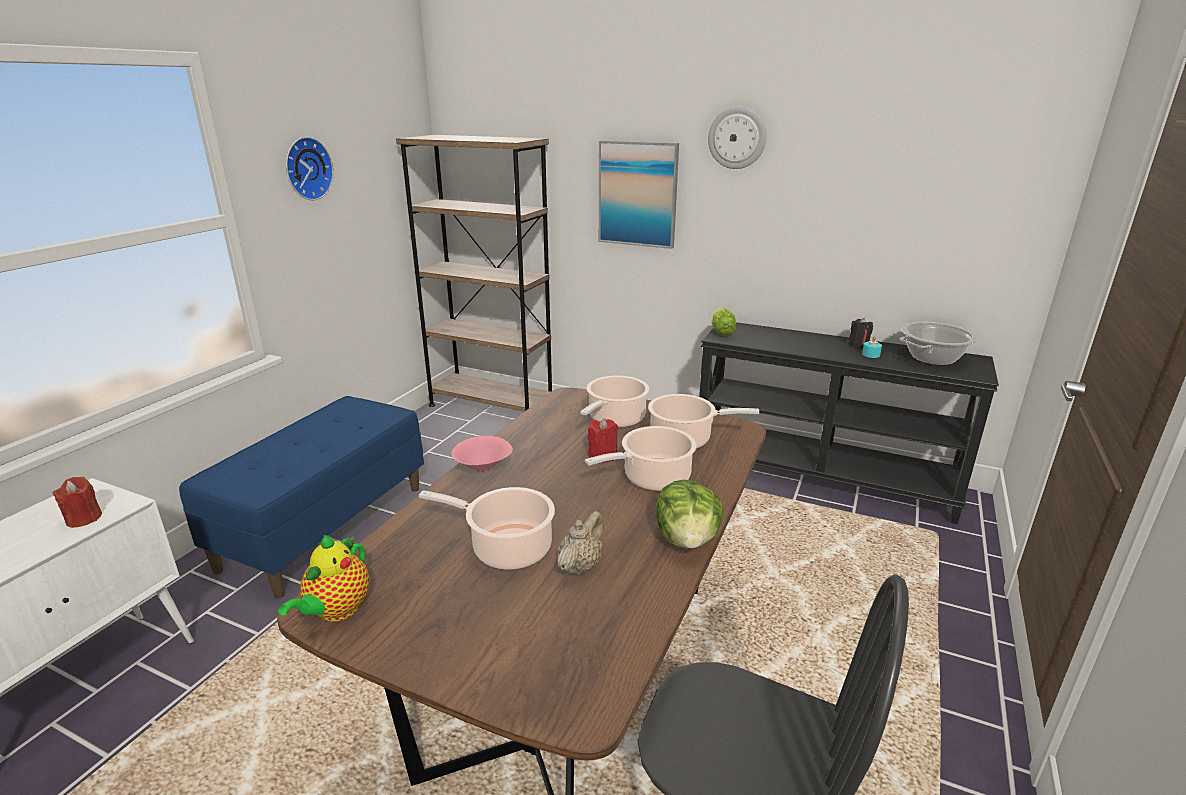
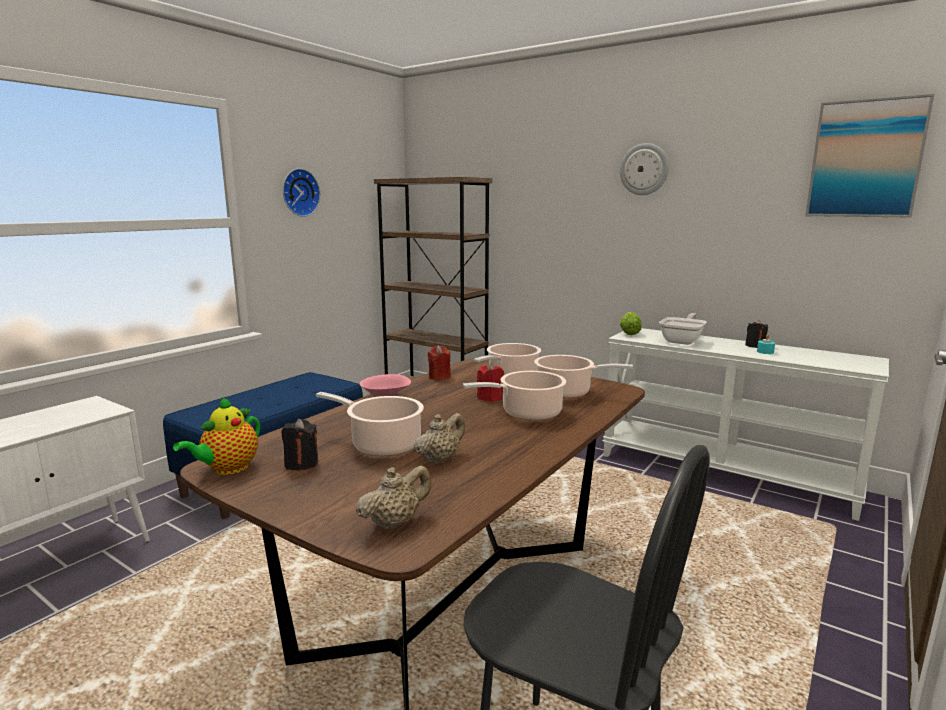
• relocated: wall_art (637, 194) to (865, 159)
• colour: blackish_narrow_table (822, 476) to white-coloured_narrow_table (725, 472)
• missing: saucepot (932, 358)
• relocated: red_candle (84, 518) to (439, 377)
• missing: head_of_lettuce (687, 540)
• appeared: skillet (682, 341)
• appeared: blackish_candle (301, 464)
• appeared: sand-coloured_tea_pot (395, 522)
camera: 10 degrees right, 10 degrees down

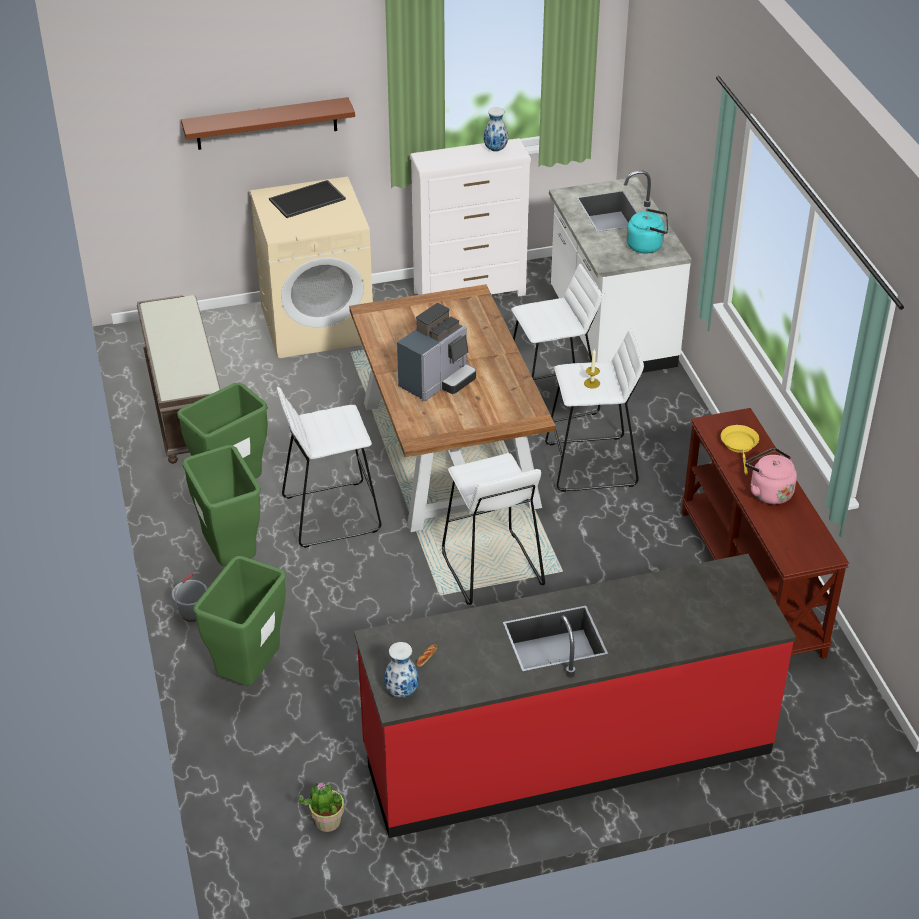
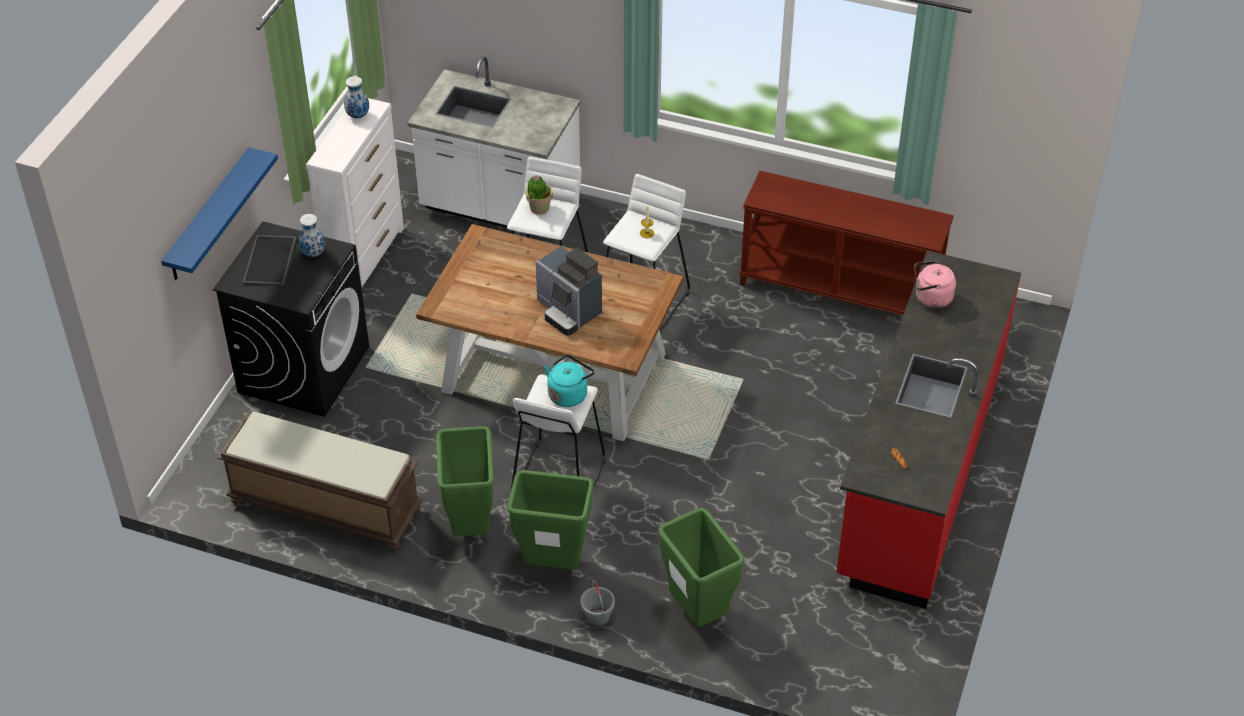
• colour: brown-coloured_wall_shelf (266, 123) to blue-coloured_wall_shelf (208, 216)
• colour: sand-coloured_laundry_appliance (317, 324) to blackish_laundry_appliance (304, 369)
• relocated: turquoise-coloured_kettle (647, 245) to (569, 394)
• spun: coffee_machine (437, 381) = (568, 311) 150 degrees clockwise
• missing: yellow-coloured_skillet (739, 446)
• relocated: pink-coloured_kettle (768, 492) to (931, 298)
• missing: white-coloured_stool_seat (491, 569)
• relocated: vase (402, 692) to (314, 253)
• relocated: potted_plant (327, 821) to (539, 208)
camera: 55 degrees left, 5 degrees up

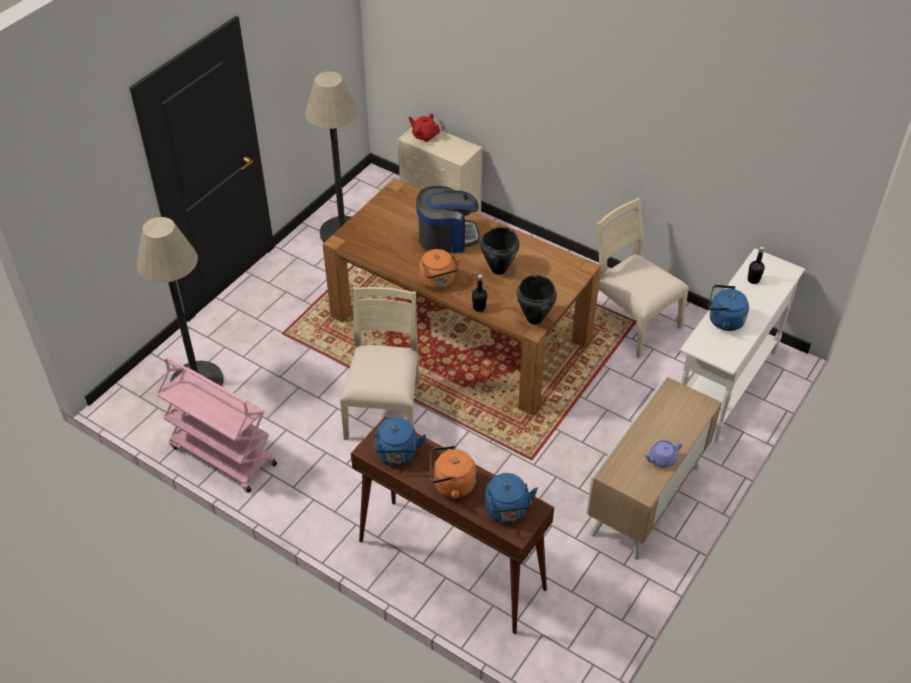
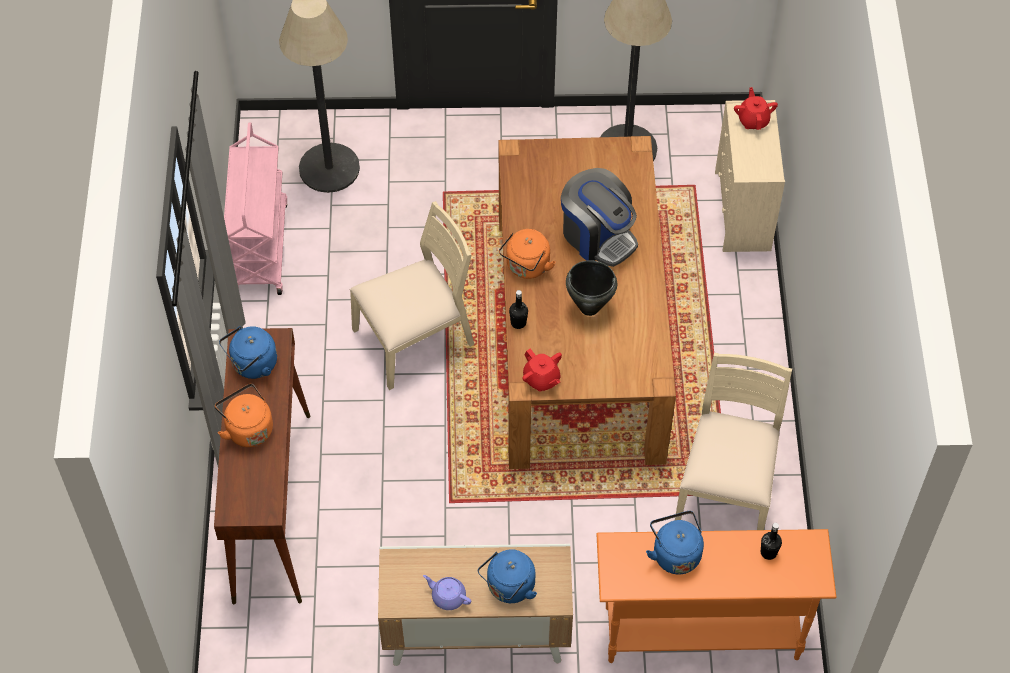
• colour: white-coloured_narrow_table (724, 386) to orange_narrow_table (700, 632)
• exchanged: blackish_saucepot (534, 319) to red_tea_pot (541, 379)
• relocated: blue-coloured_kettle (507, 511) to (509, 588)
camera: 55 degrees right, 10 degrees up

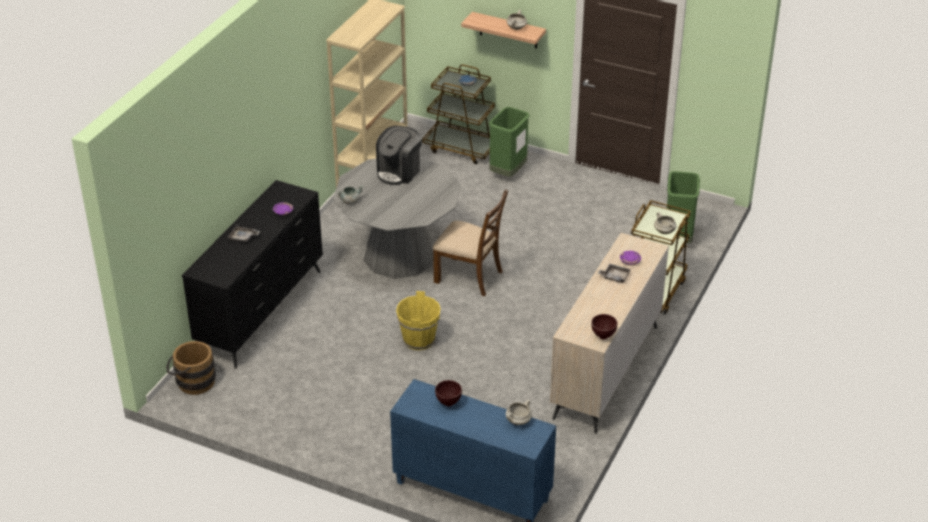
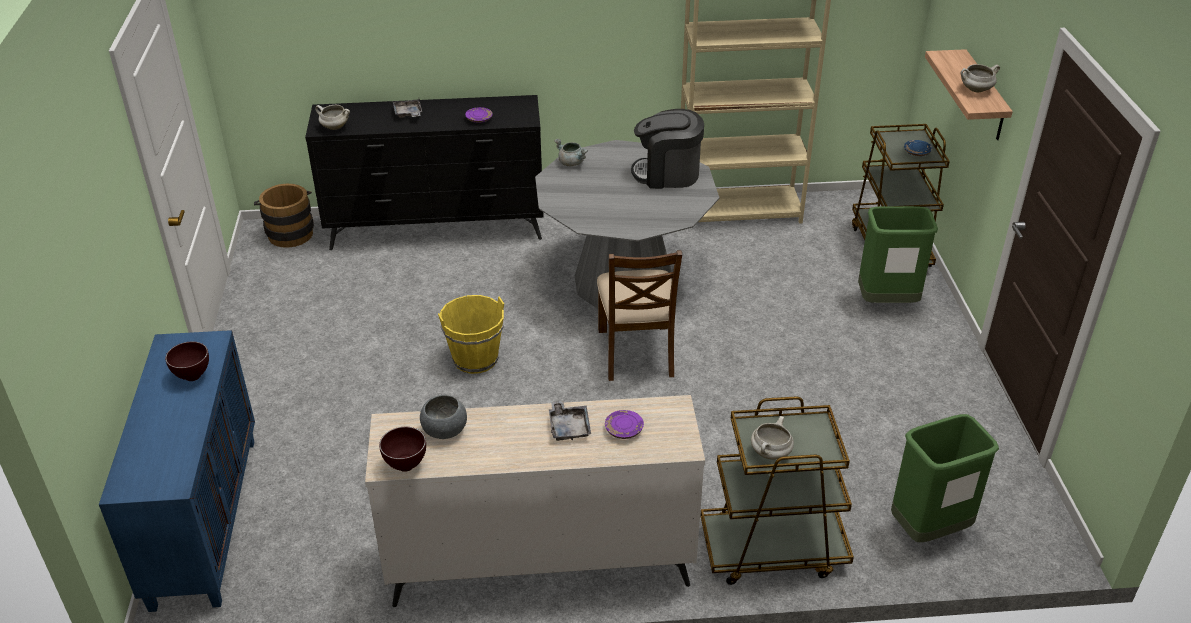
• relocated: white-coloured_saucepot (518, 421) to (334, 127)
• appeared: greyish_bowl (444, 430)
camera: 60 degrees right, 0 degrees up

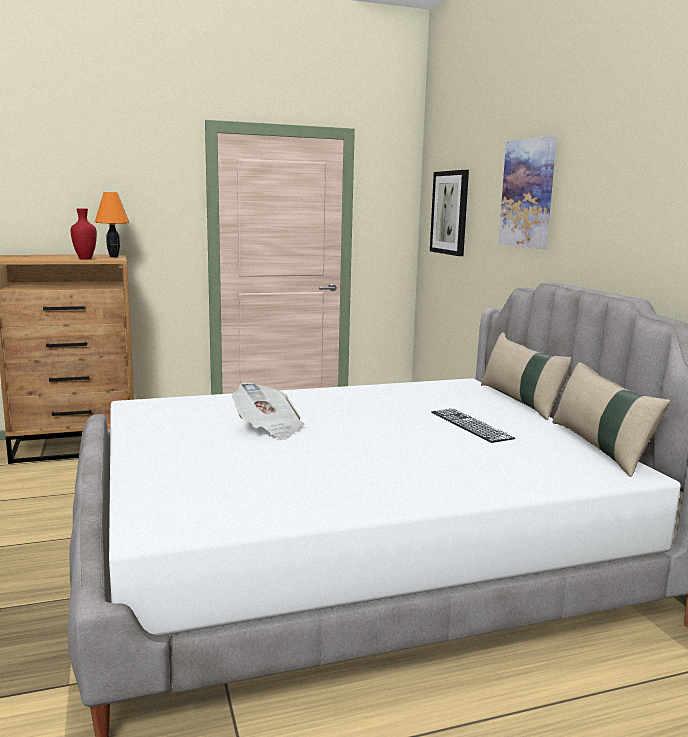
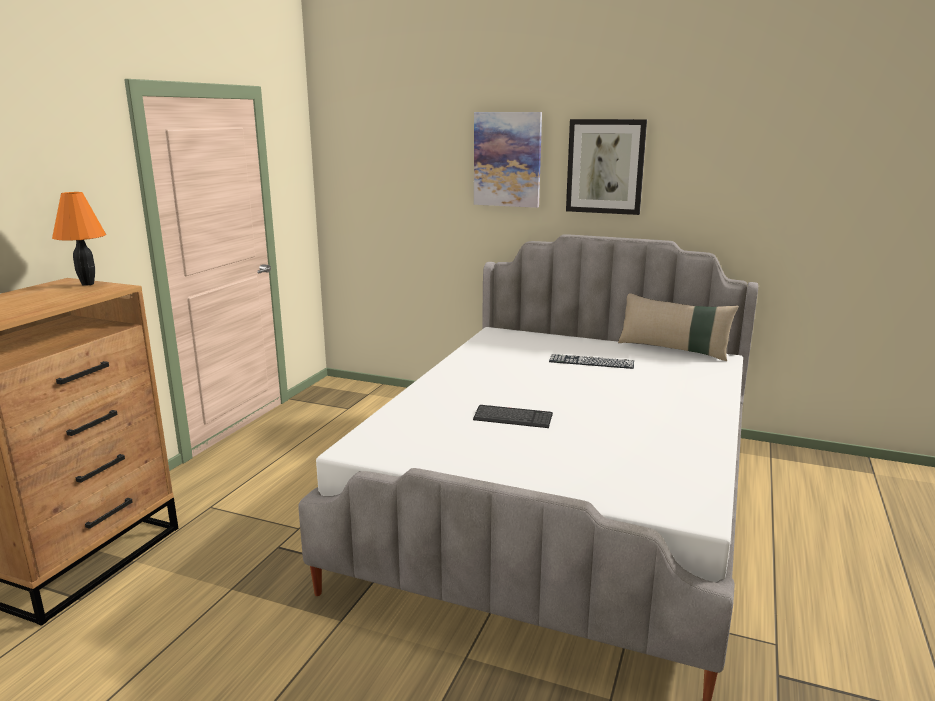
• relocated: wall_art (450, 212) to (605, 166)
• missing: red_vase (85, 259)
• missing: sand-coloured_throw_pillow (521, 401)
• exchanged: newspaper (268, 429) to keyboard (513, 418)
camera: 50 degrees left, 5 degrees up

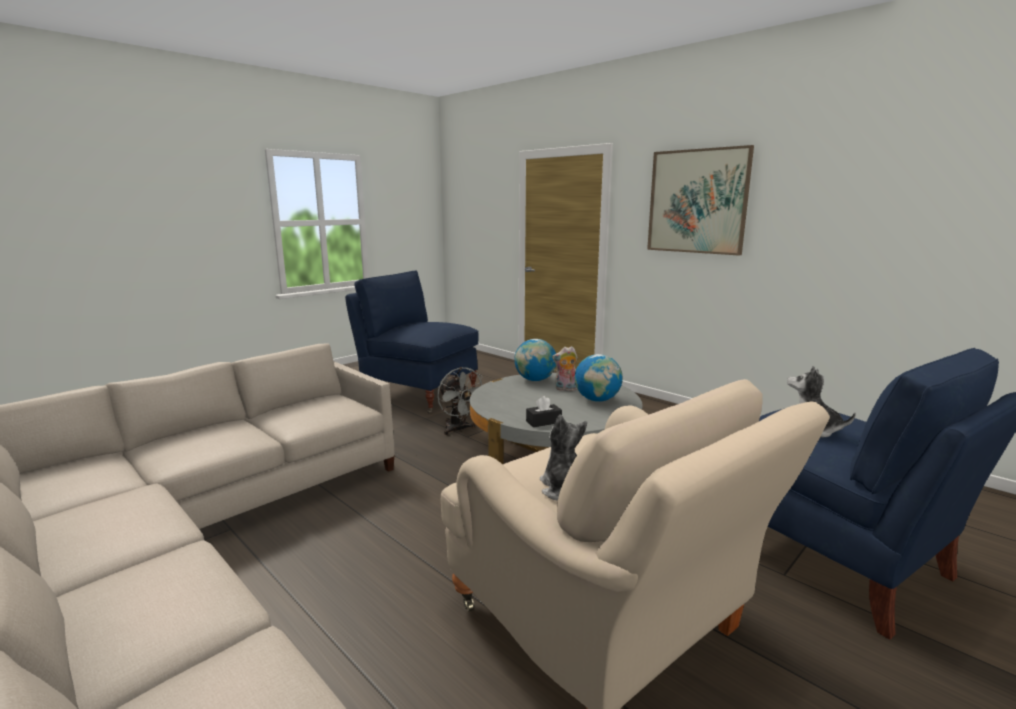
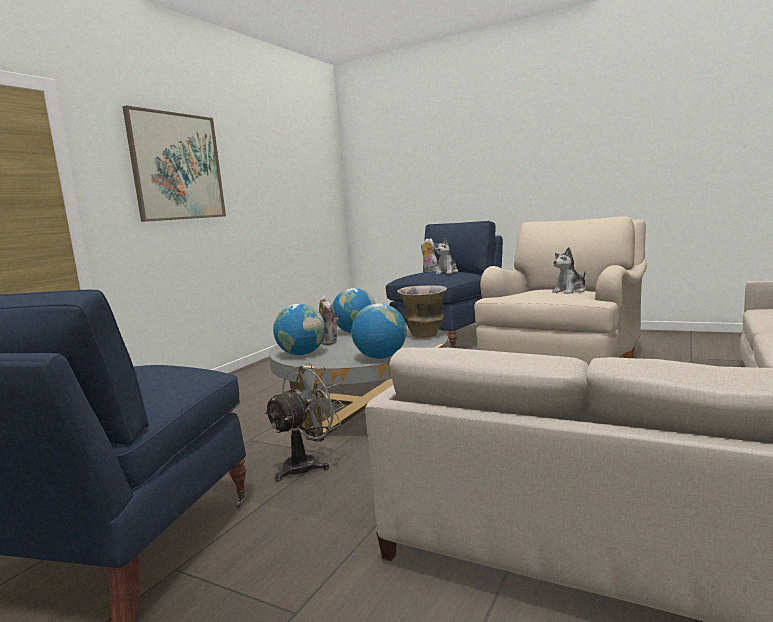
• exchanged: blackish_box_of_tissues (543, 422) to vase (425, 335)
• appeared: plush_toy (429, 271)
• appeared: world_globe (381, 357)
camera: 105 degrees left, 5 degrees down

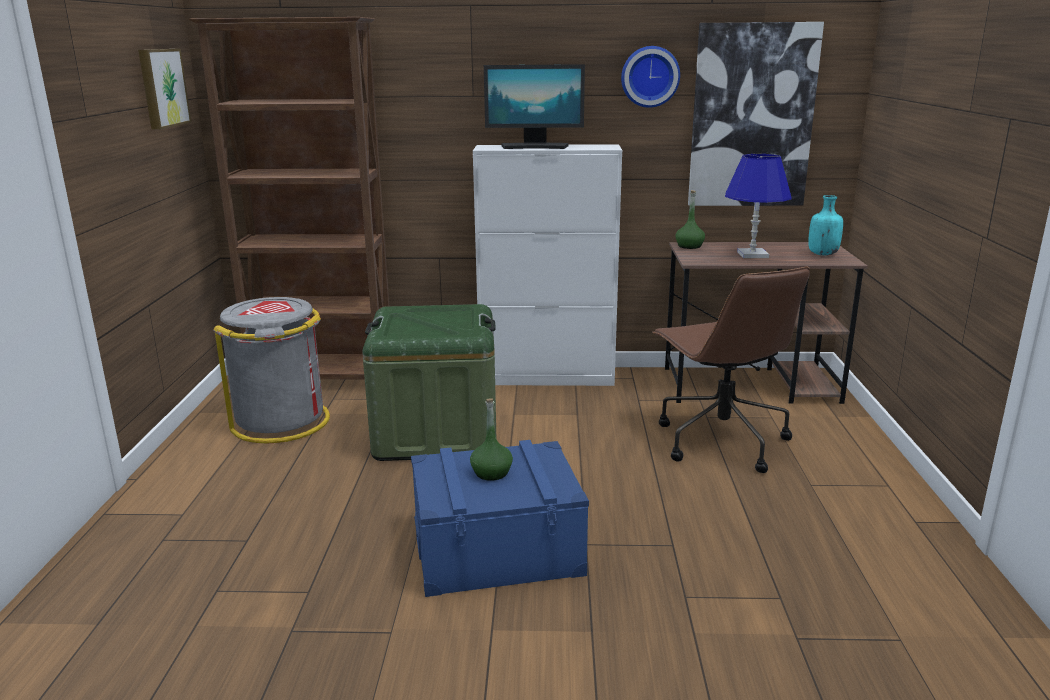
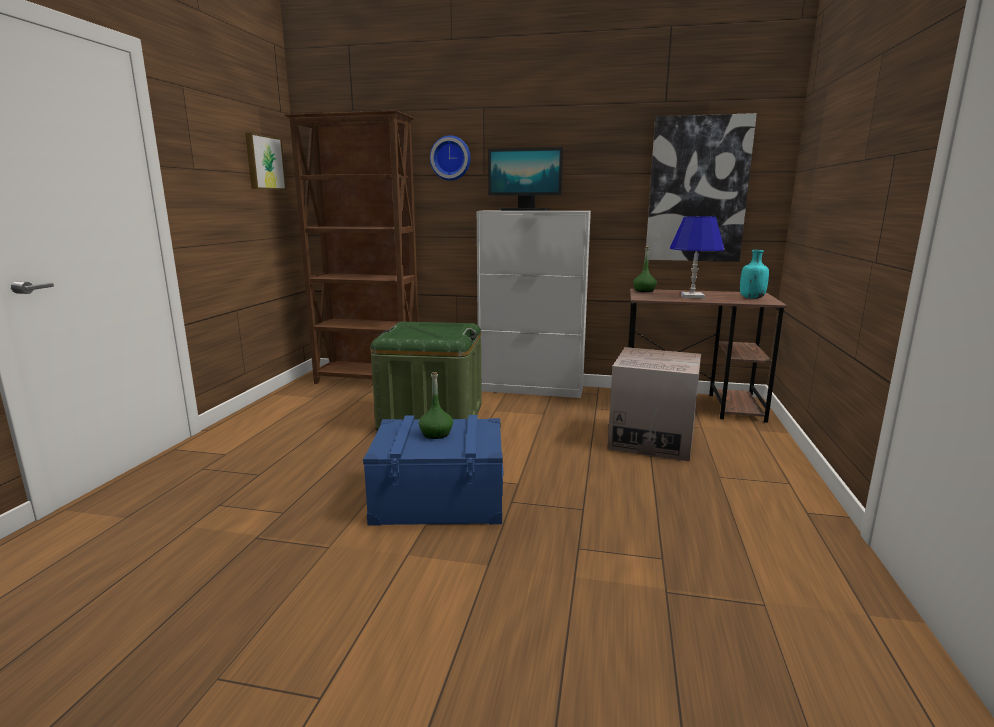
• relocated: clock_on_the_wall (650, 76) to (451, 158)
• exchanged: brown-coloured_computer_chair (720, 441) to cardboard_box (652, 440)
• missing: greyish_trash_can (282, 422)
camera: 10 degrees right, 5 degrees down

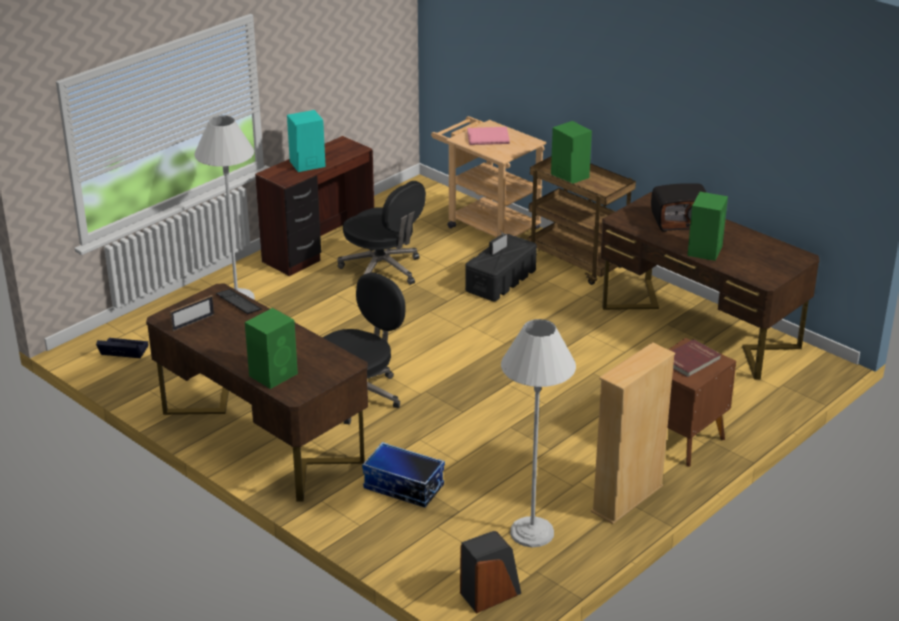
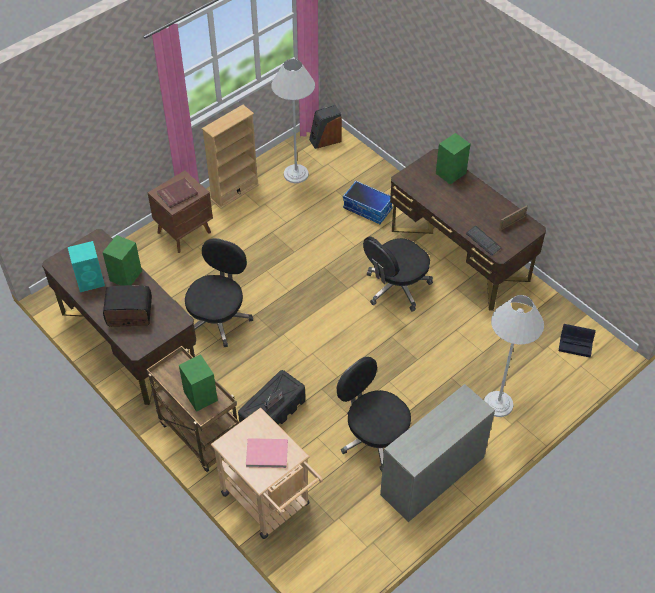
• relocated: turquoise-coloured_speaker (306, 164) to (91, 280)
• colour: brown-coloured_desk (320, 248) to greyish_desk (431, 475)
• appeared: blackish_computer_chair (219, 318)
camera: 175 degrees left, 20 degrees up

